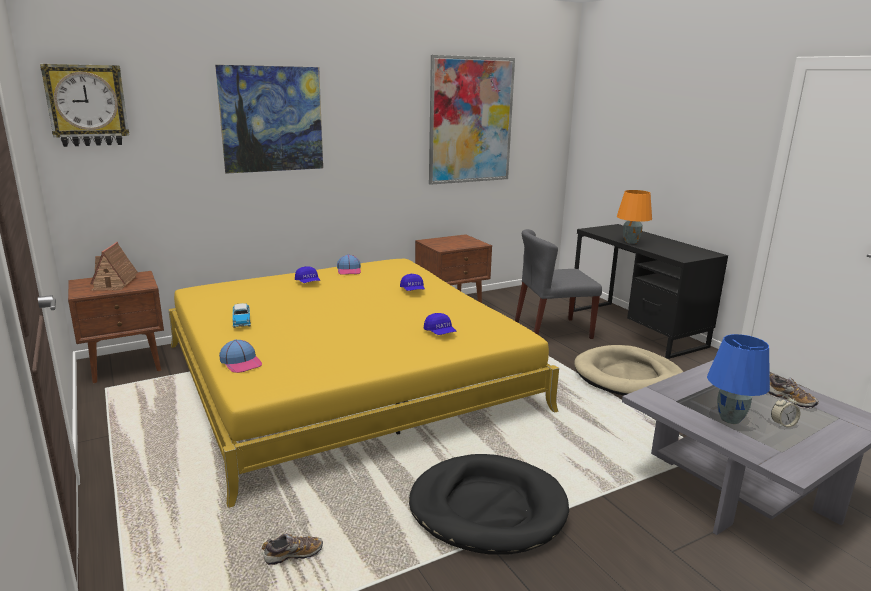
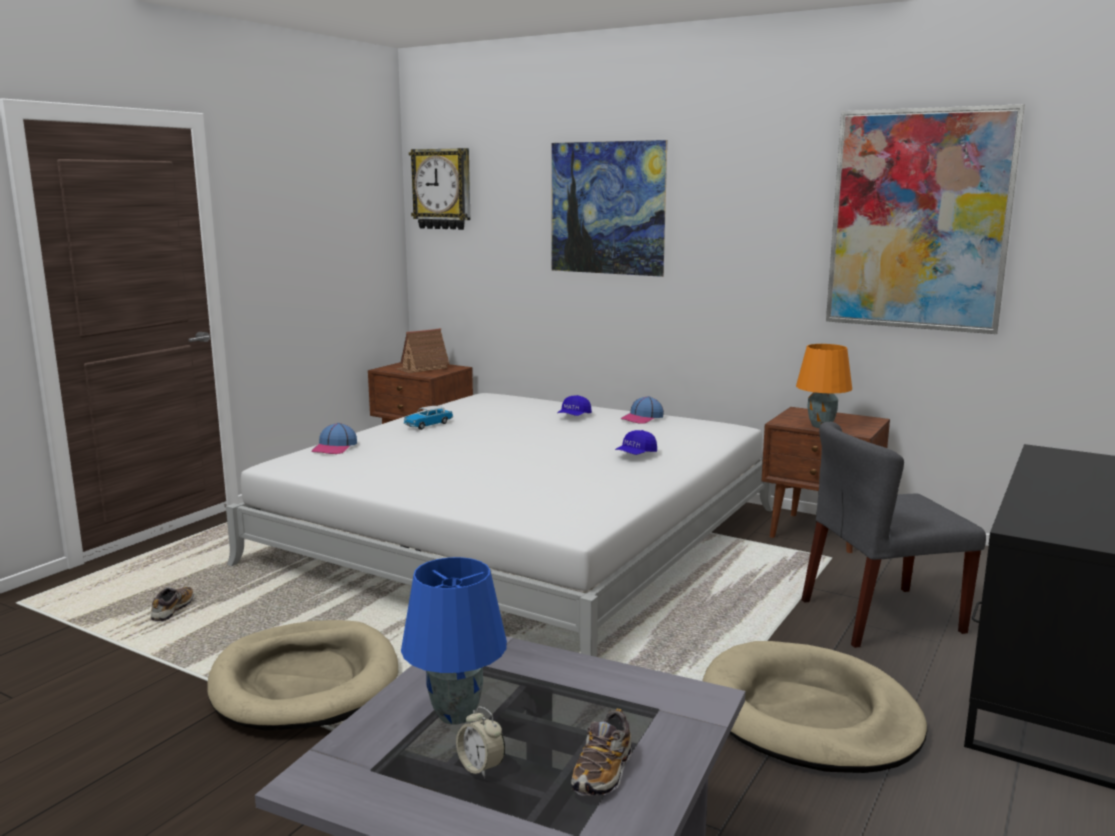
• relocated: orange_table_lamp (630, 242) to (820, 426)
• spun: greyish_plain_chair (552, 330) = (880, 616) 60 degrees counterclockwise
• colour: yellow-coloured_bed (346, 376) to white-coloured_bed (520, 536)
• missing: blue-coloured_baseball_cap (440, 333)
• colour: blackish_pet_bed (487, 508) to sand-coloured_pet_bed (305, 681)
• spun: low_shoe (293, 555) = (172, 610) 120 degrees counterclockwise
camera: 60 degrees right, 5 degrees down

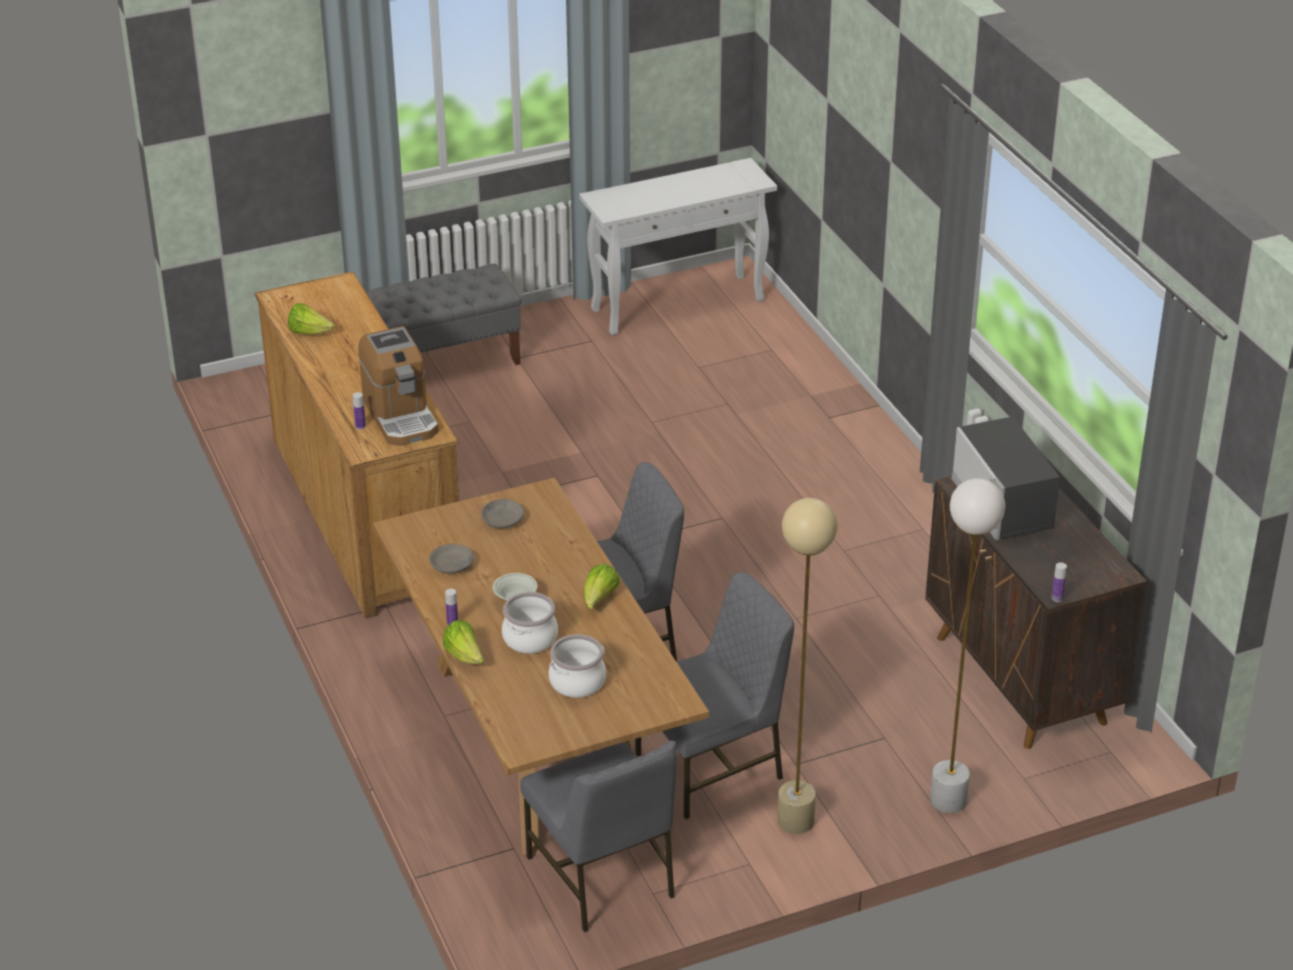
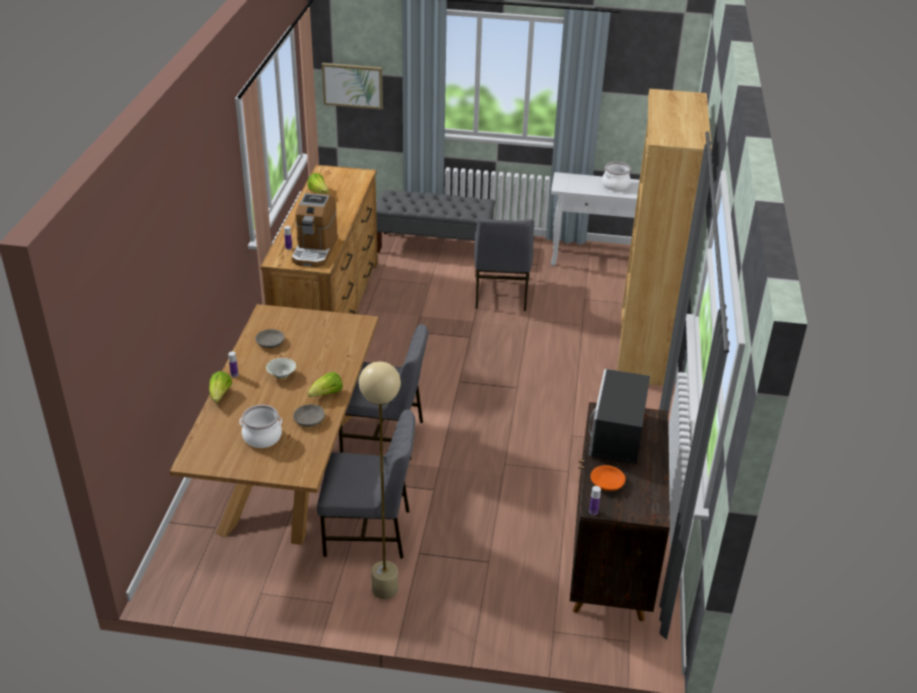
• missing: white-coloured_floor_lamp (948, 800)
• relocated: greyish_bowl (502, 519) to (309, 419)
• relocated: saucepot (530, 639) to (615, 185)
• relocated: greyish_plain_chair (603, 878) to (501, 293)
• appeared: wall_art (352, 85)
• appeared: brown-coloured_bookcase (643, 348)
• appeared: orange_bowl (607, 483)
camera: 30 degrees right, 0 degrees up

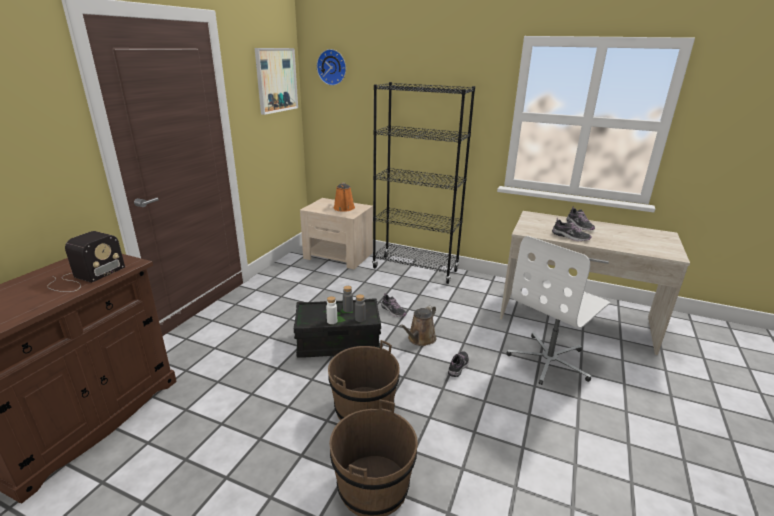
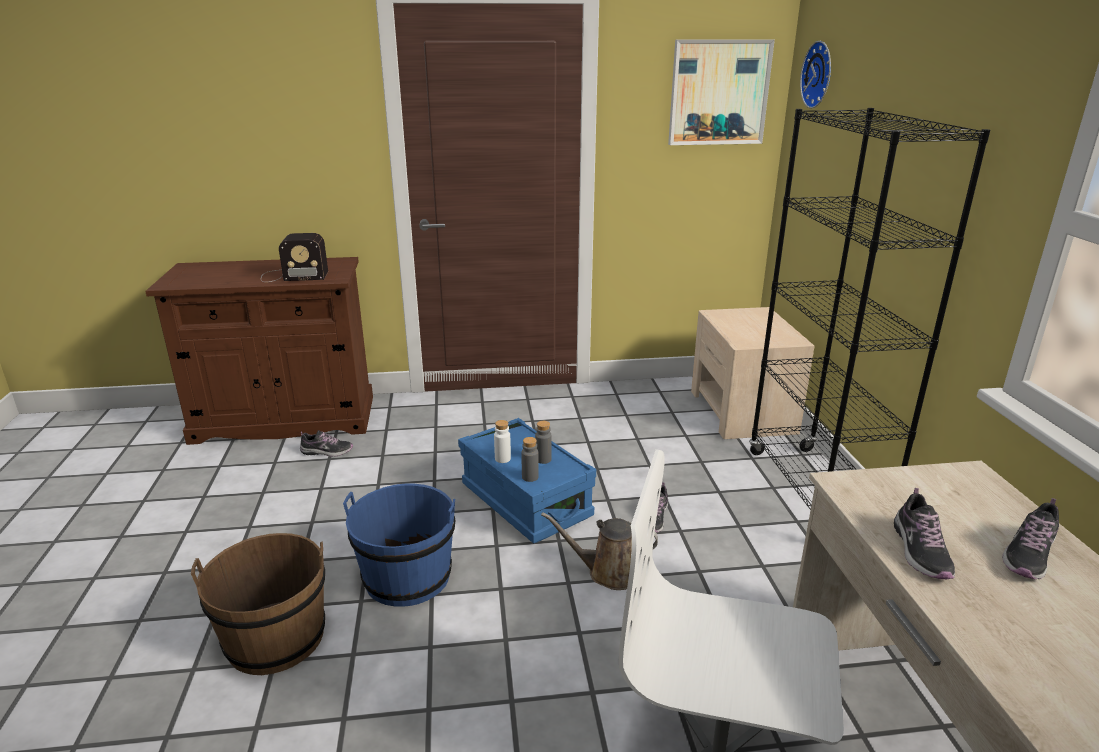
• missing: orange_watering_pot (344, 208)
• colour: blackish_storage_container (338, 342) to blue-coloured_storage_container (525, 501)
• colour: brown-coloured_pail (364, 409) to blue-coloured_pail (407, 577)
• relocated: low_shoe (458, 366) to (326, 451)
camera: 60 degrees right, 0 degrees up

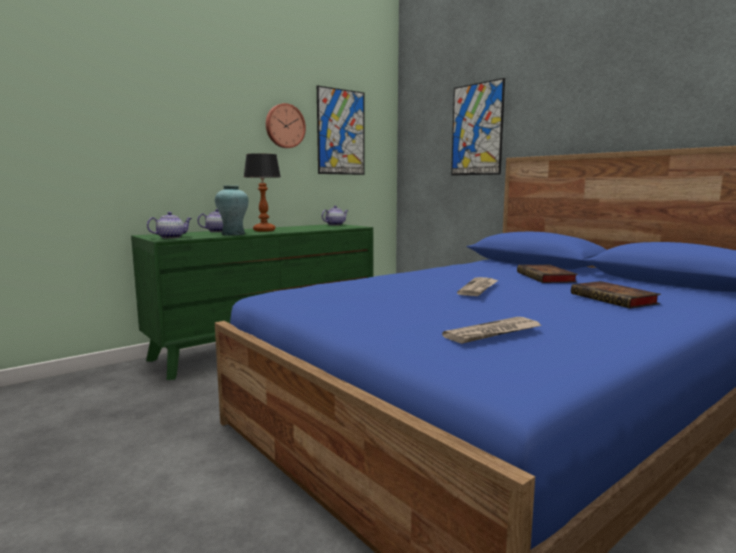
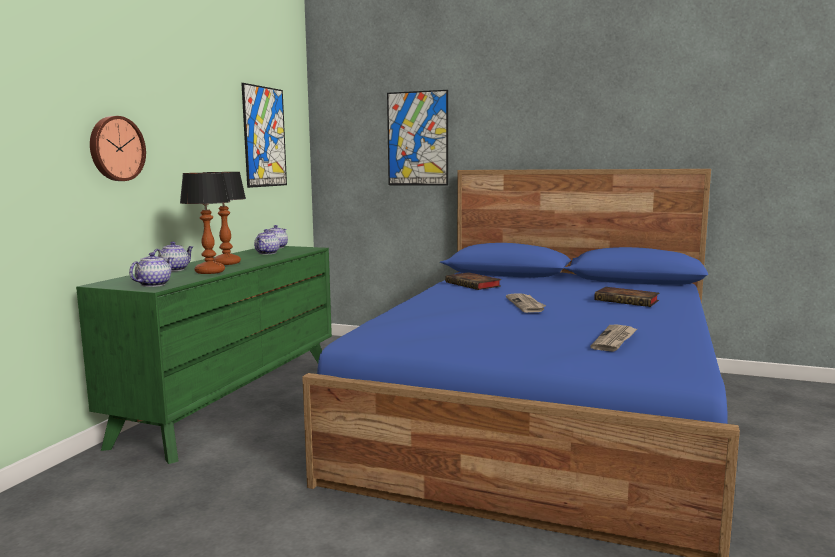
• relocated: clock_on_the_wall (284, 126) to (116, 148)
• exchanged: turquoise-coloured_vase (233, 234) to table_lamp (210, 272)
• relocated: bound_book (547, 278) to (474, 285)
• appeared: tea_pot (267, 253)
camera: 30 degrees left, 0 degrees up

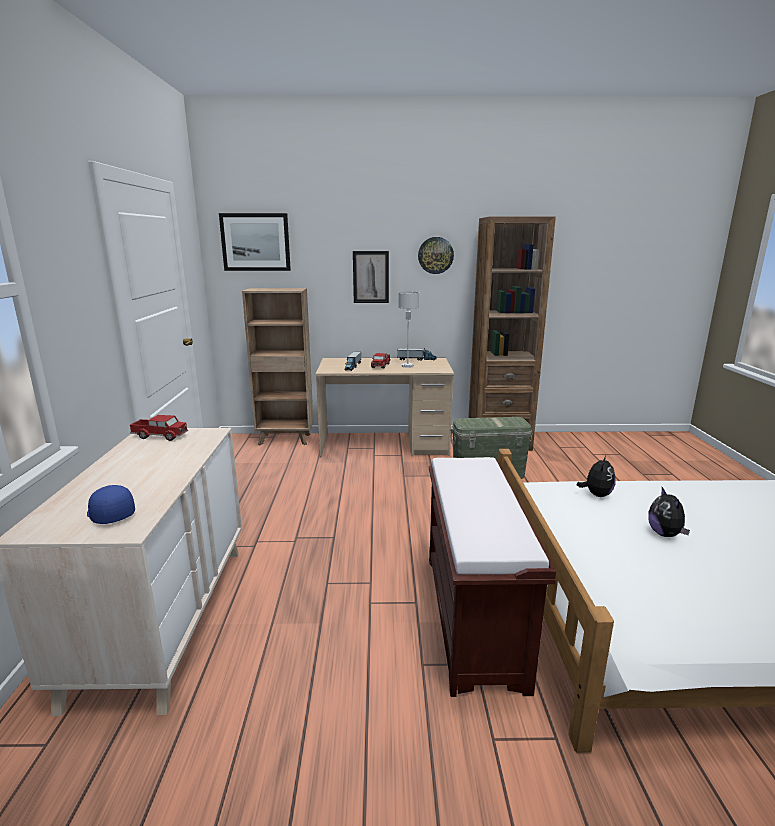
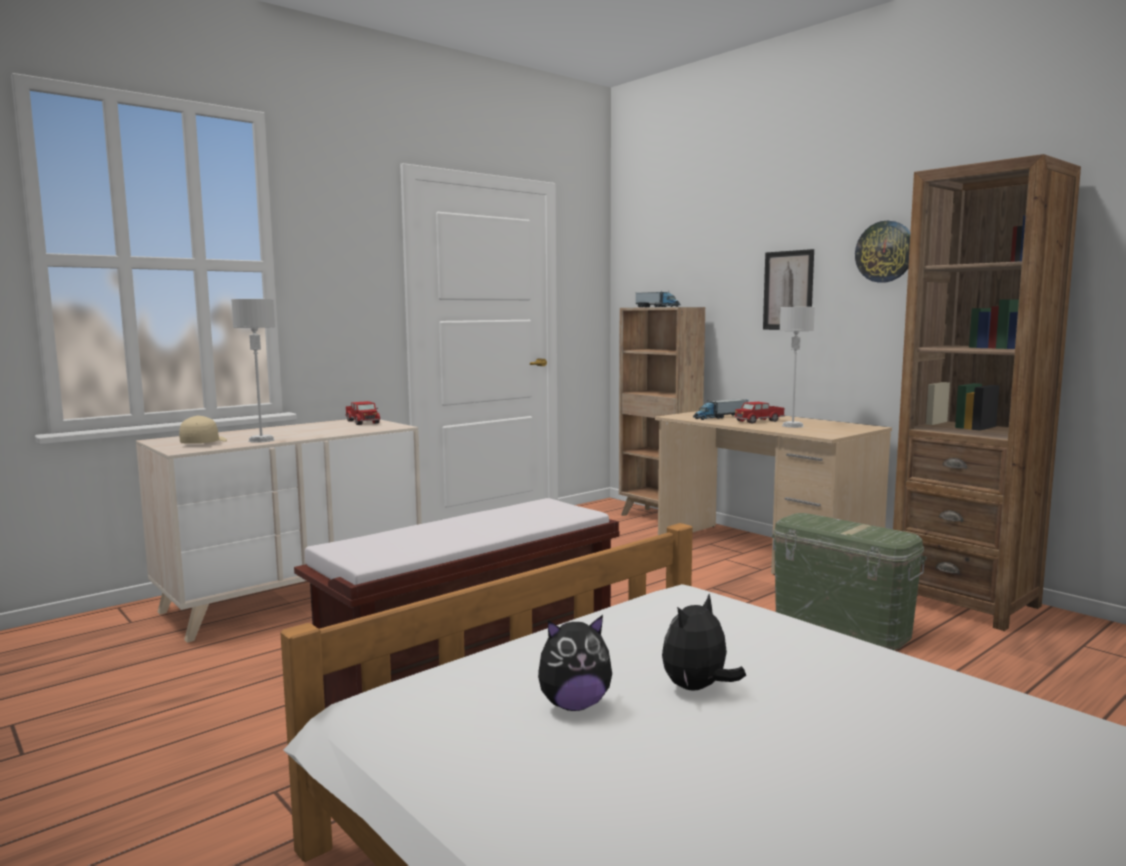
• missing: wall_art (255, 242)
• relocated: toy_lorry (416, 359) to (657, 307)
• relocated: plush_toy (596, 494) to (574, 705)
• colour: blue-coloured_baseball_cap (109, 514) to sand-coloured_baseball_cap (203, 443)
• appeared: greyish_table_lamp (261, 440)
camera: 50 degrees right, 10 degrees down

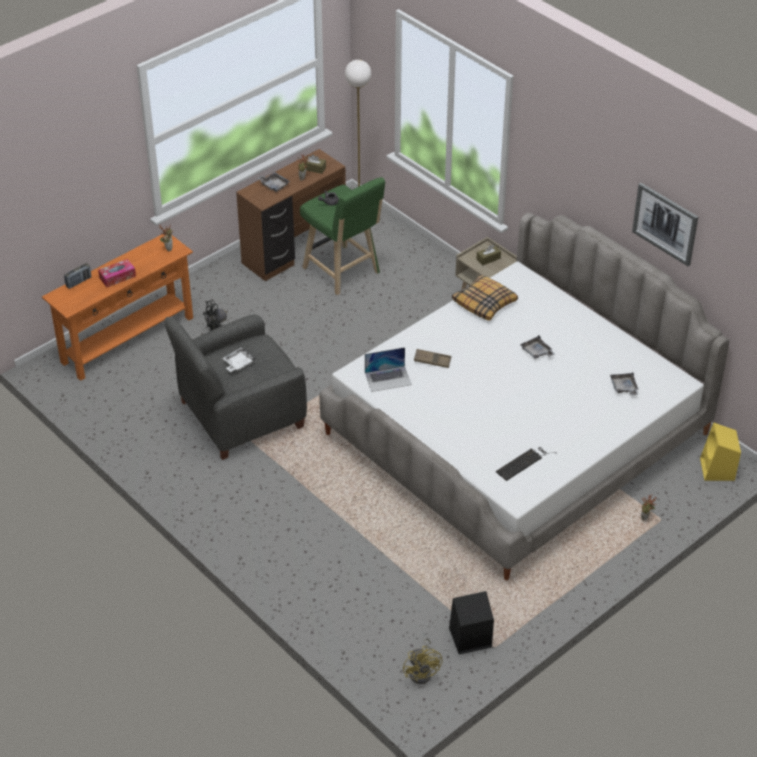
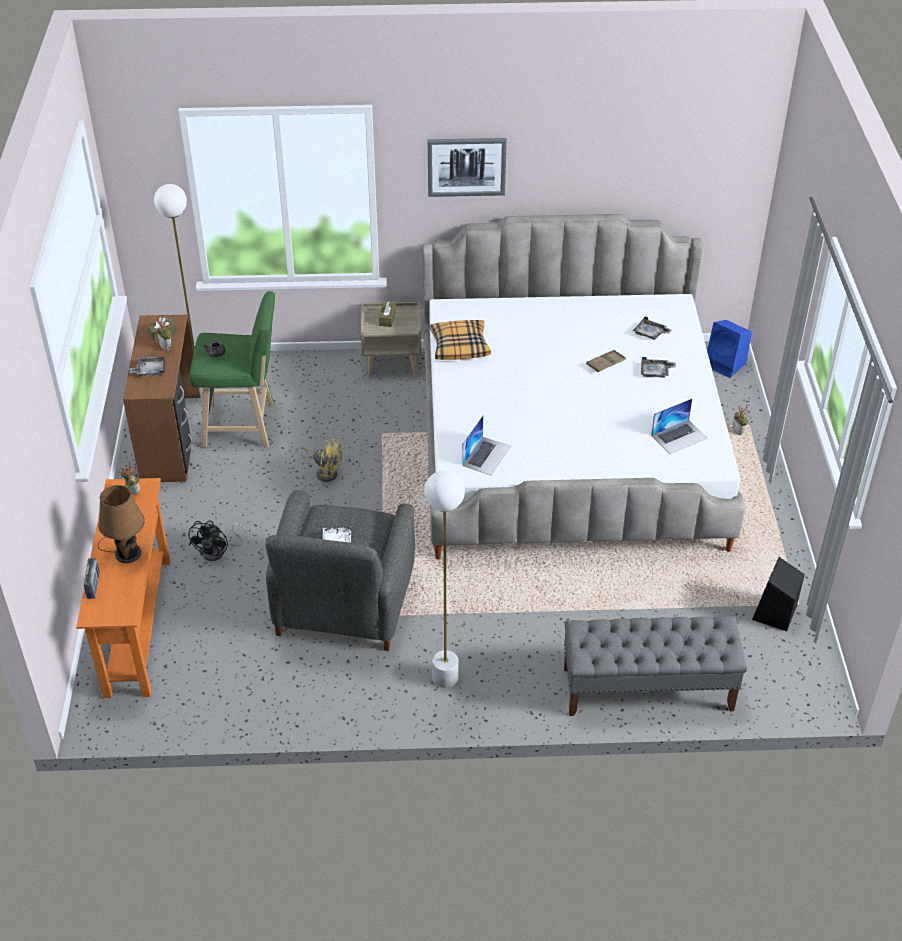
• relocated: wall_art (665, 223) to (466, 166)
• exchanged: box_of_tissues (117, 277) to brown-coloured_table_lamp (126, 552)
• relocated: greyish_serving_tray (536, 352) to (656, 372)
• relocated: brown-coloured_serving_tray (432, 360) to (605, 363)
• colour: yellow-coloured_speaker (717, 470) to blue-coloured_speaker (726, 364)
• exchanged: keyboard (524, 462) to laptop (679, 437)
• relocated: yellow-coloured_fan (423, 672) to (325, 472)
• appeared: white-coloured_floor_lamp (445, 677)
• appeared: greyish_long_seat (647, 689)
camera: 50 degrees left, 0 degrees up

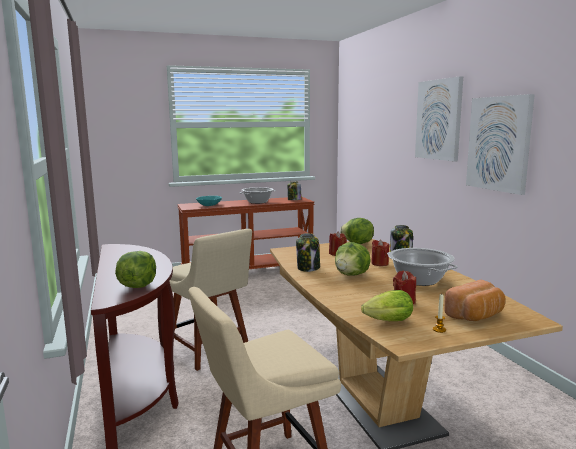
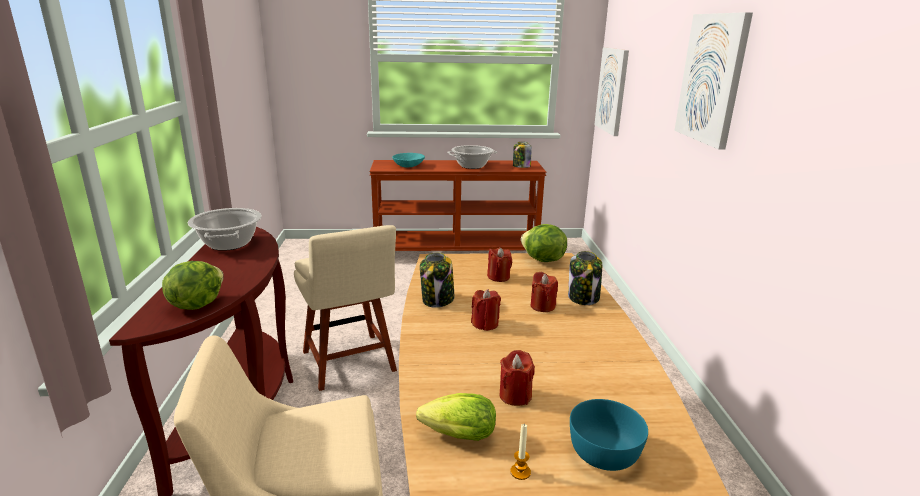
• relocated: wall_art (499, 143) to (612, 90)
• exchanged: head_of_lettuce (352, 275) to red_candle (485, 324)
• relocated: saucepot (419, 280) to (229, 243)
• exchanged: bread (476, 316) to turquoise-coloured_bowl (602, 452)
camera: 15 degrees right, 10 degrees up

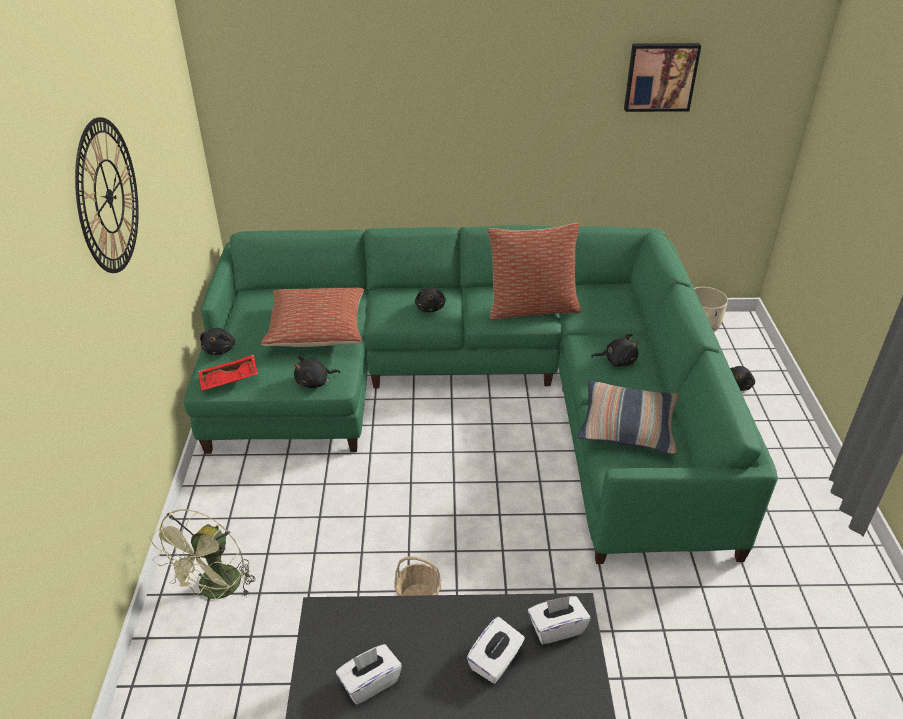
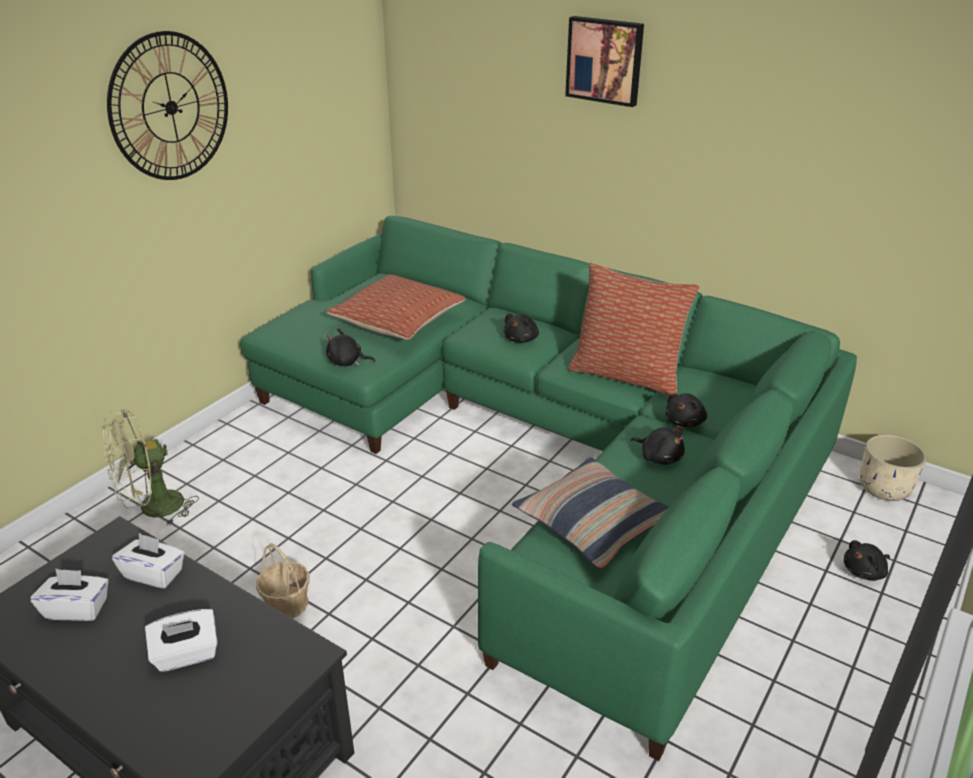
• relocated: wall_art (660, 76) to (605, 60)
• relocated: blackish_plush_toy (220, 349) to (685, 421)
• missing: red_serving_tray (229, 380)
• relocated: white-coloured_box_of_tissues (556, 628) to (154, 574)
camera: 35 degrees right, 5 degrees down

